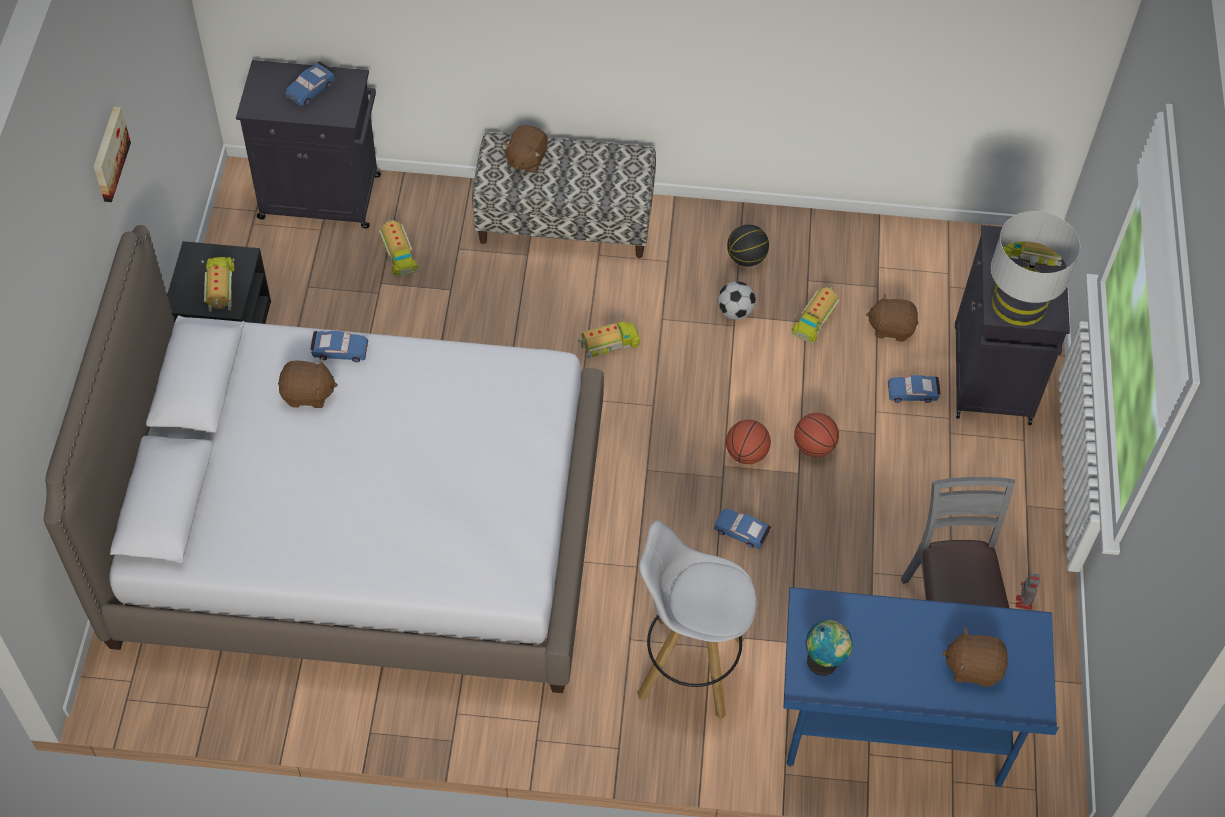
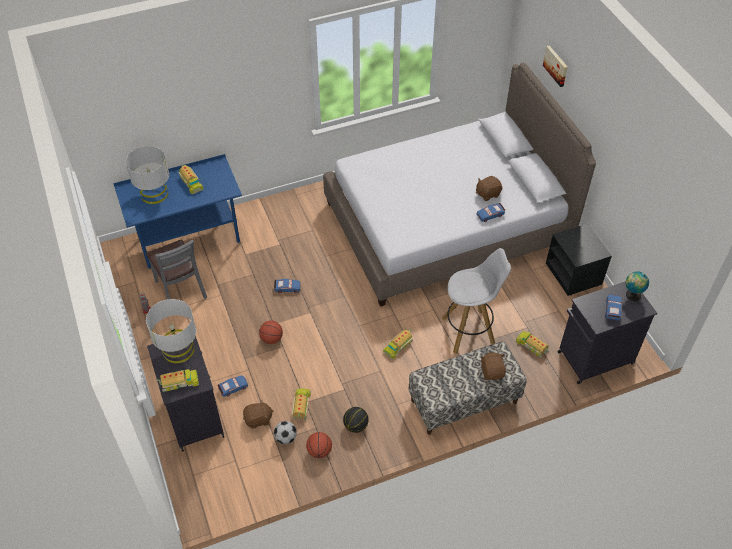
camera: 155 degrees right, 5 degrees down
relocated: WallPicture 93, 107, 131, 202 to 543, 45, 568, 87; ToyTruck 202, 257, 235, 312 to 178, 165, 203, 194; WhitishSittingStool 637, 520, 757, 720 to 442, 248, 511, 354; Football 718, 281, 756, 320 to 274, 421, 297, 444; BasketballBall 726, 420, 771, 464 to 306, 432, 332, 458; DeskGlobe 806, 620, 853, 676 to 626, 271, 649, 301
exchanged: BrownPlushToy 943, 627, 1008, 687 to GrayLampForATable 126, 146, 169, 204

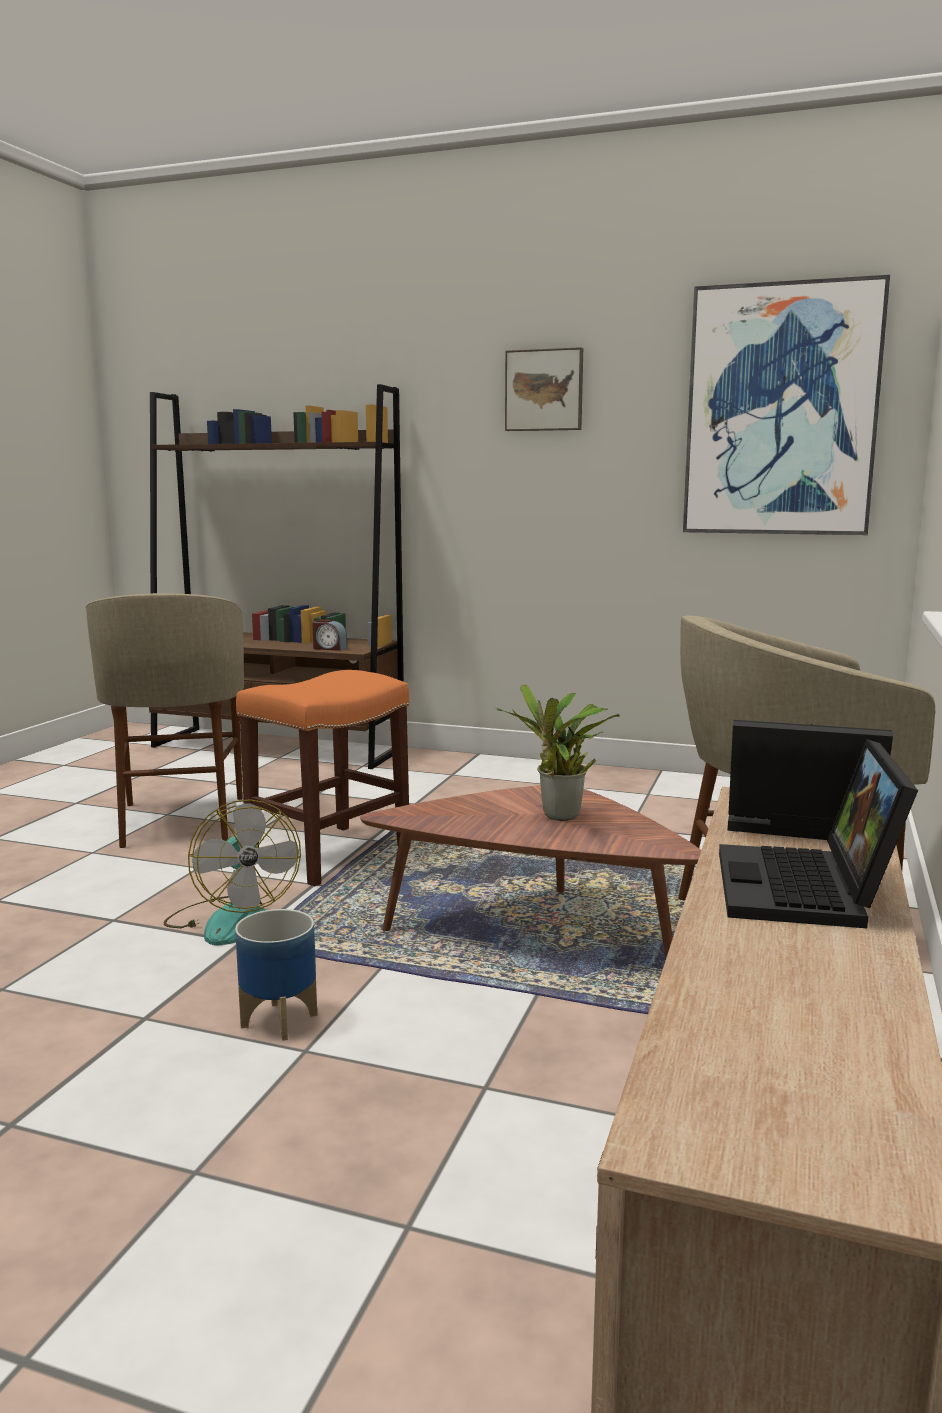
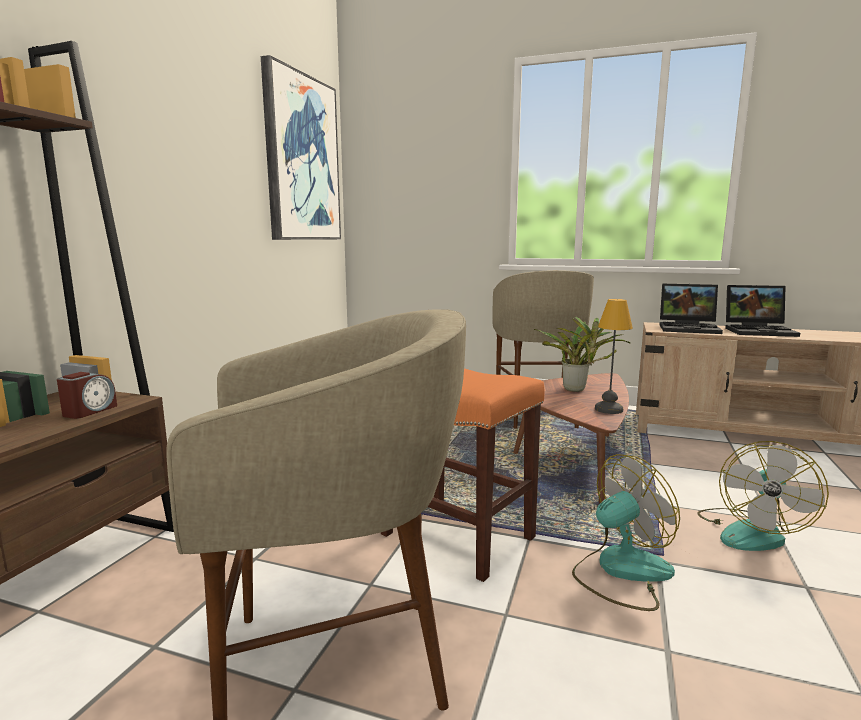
camera: 90 degrees left, 0 degrees up
missing: WallPicture 505, 347, 583, 431
appeared: LampForATable 595, 299, 633, 414
exchanged: Planter 235, 909, 317, 1041 to CoolingFan 697, 441, 829, 551
spun: Laptop 728, 720, 893, 840 = 659, 284, 723, 334 90 degrees counterclockwise

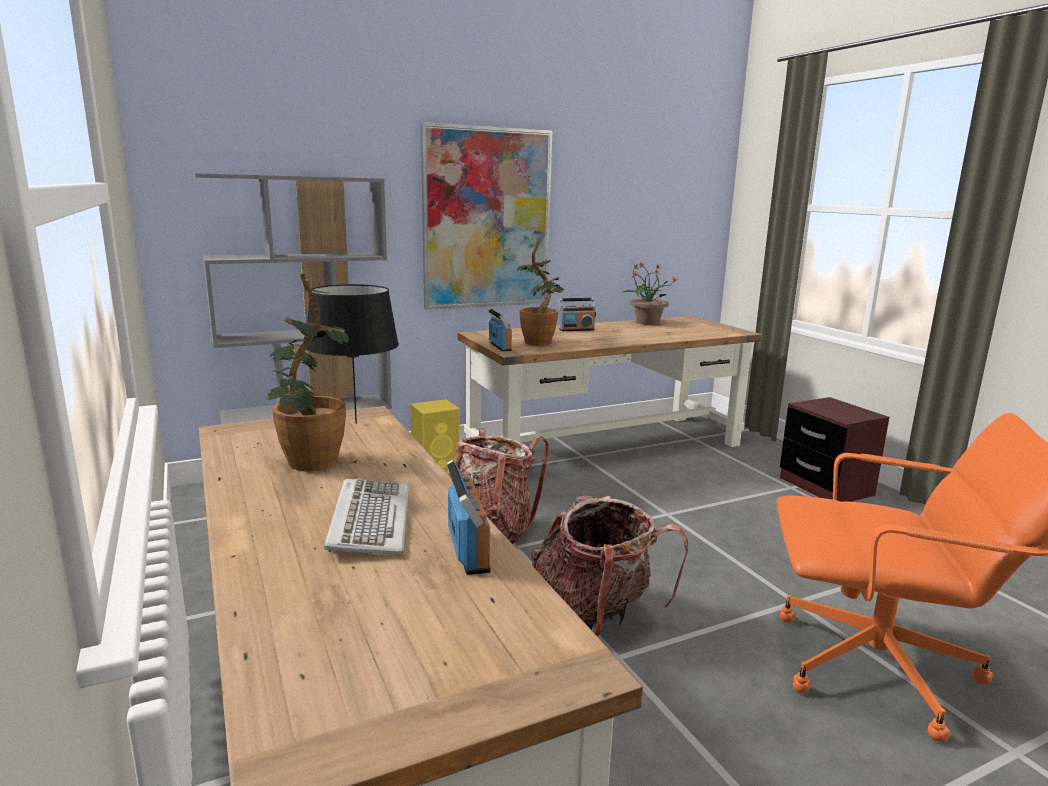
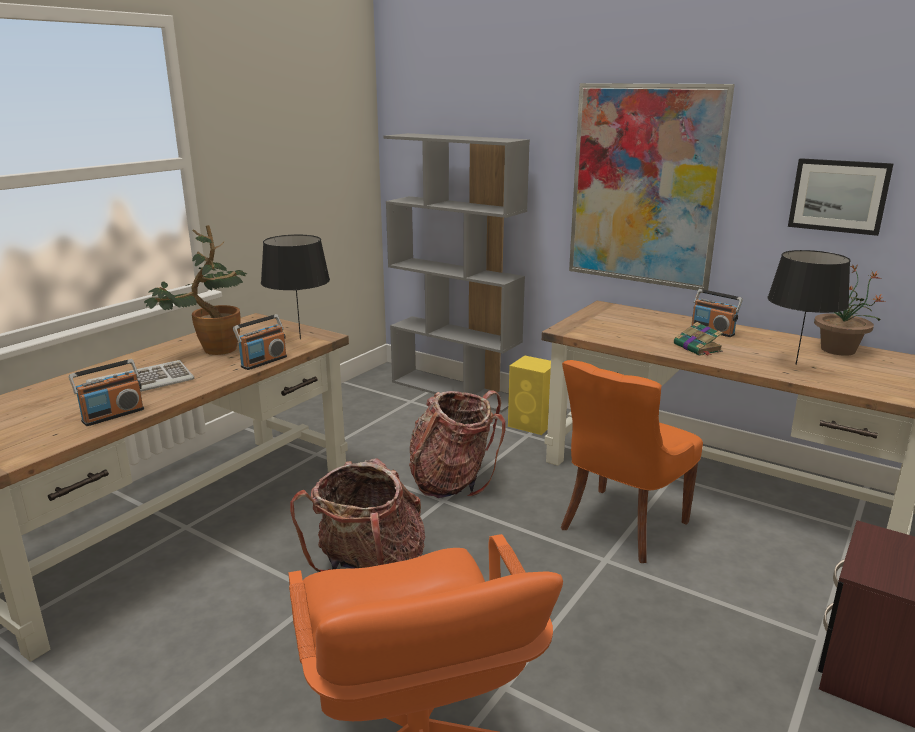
camera: 60 degrees right, 5 degrees up
missing: Houseplant 517, 237, 564, 346
appeared: OrangePlainChair 561, 360, 703, 563; BoundBook 674, 322, 723, 356; BlackColouredLampForATable 767, 250, 850, 365; WallPicture 788, 158, 894, 236
relocated: RadioReceiver 488, 309, 512, 351 to 233, 314, 287, 370

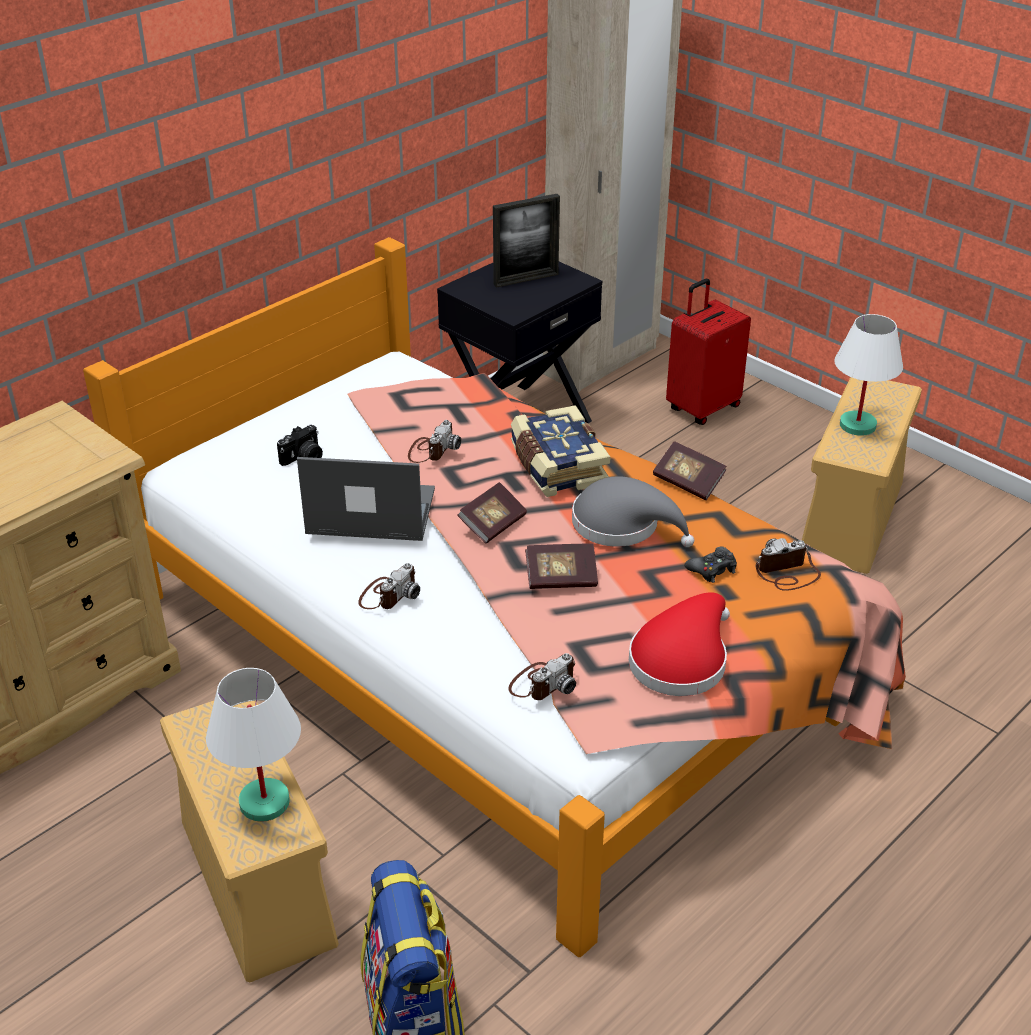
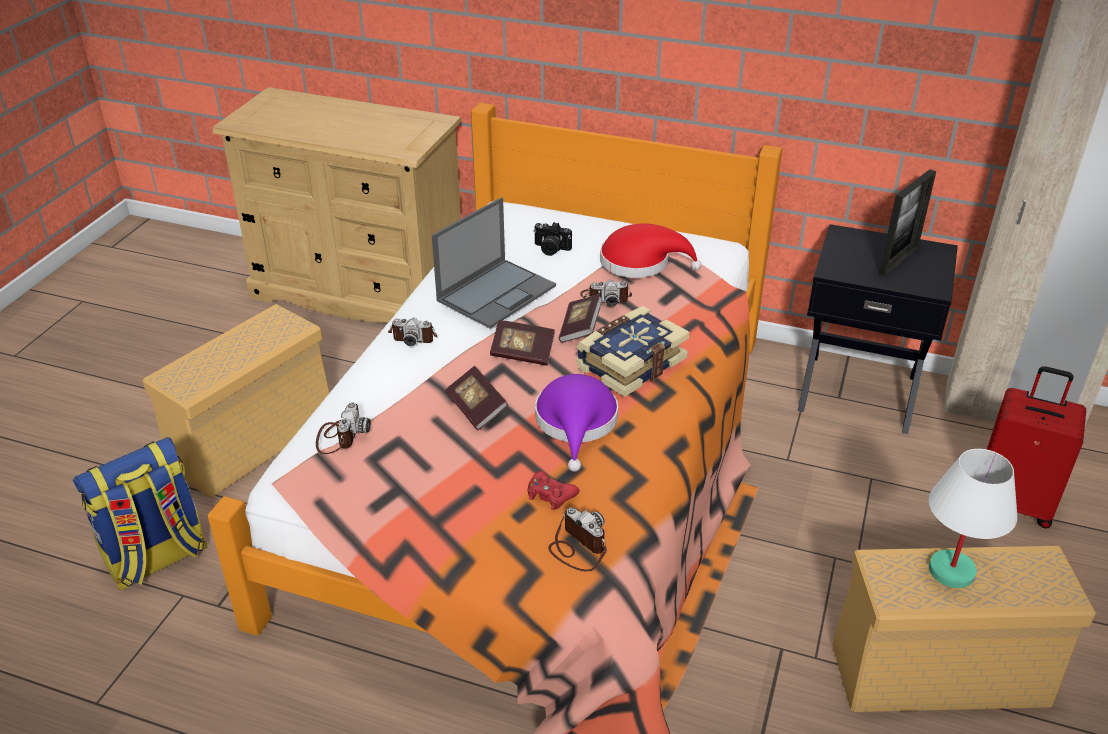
camera: 65 degrees right, 0 degrees up
missing: WhitishLampForATable 206, 668, 301, 822
relocated: RedWearableHat 629, 592, 730, 696 to 600, 223, 701, 278; BoundBook 653, 441, 727, 500 to 559, 294, 603, 343
colour: GrayWearableHat 572, 476, 694, 547 to PurpleColouredWearableHat 535, 374, 618, 472; BlackColouredJoypad 685, 546, 737, 583 to RedJoypad 528, 471, 579, 510
spun: Laptop 297, 457, 435, 541 = 432, 197, 556, 328 60 degrees clockwise; PhotoFrame 493, 194, 560, 288 = 879, 169, 936, 276 90 degrees counterclockwise; PhotoCamera 508, 653, 576, 700 = 316, 402, 371, 454 105 degrees counterclockwise

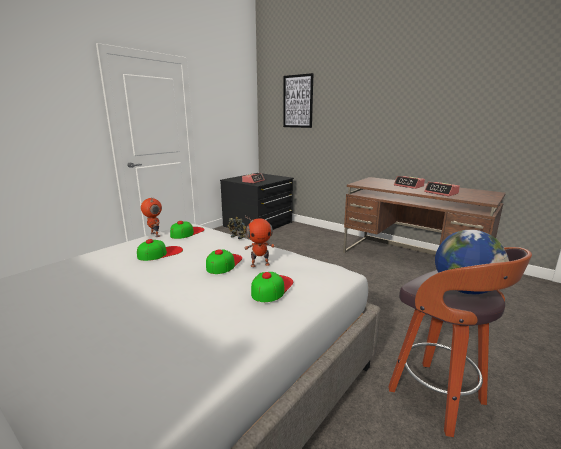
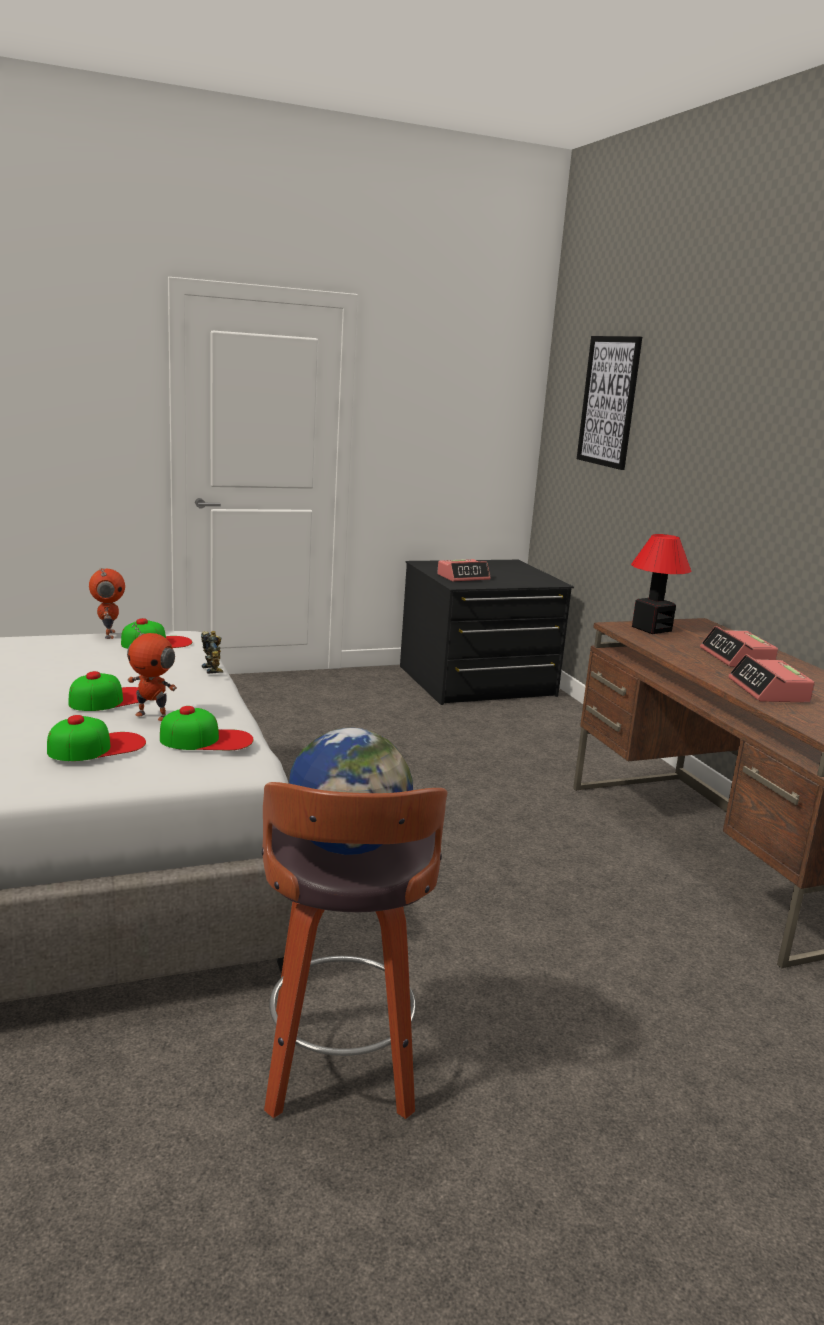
camera: 30 degrees right, 0 degrees up
appeared: LampForATable 631, 534, 691, 634
relocated: Cap 137, 239, 183, 261 to 160, 706, 254, 750

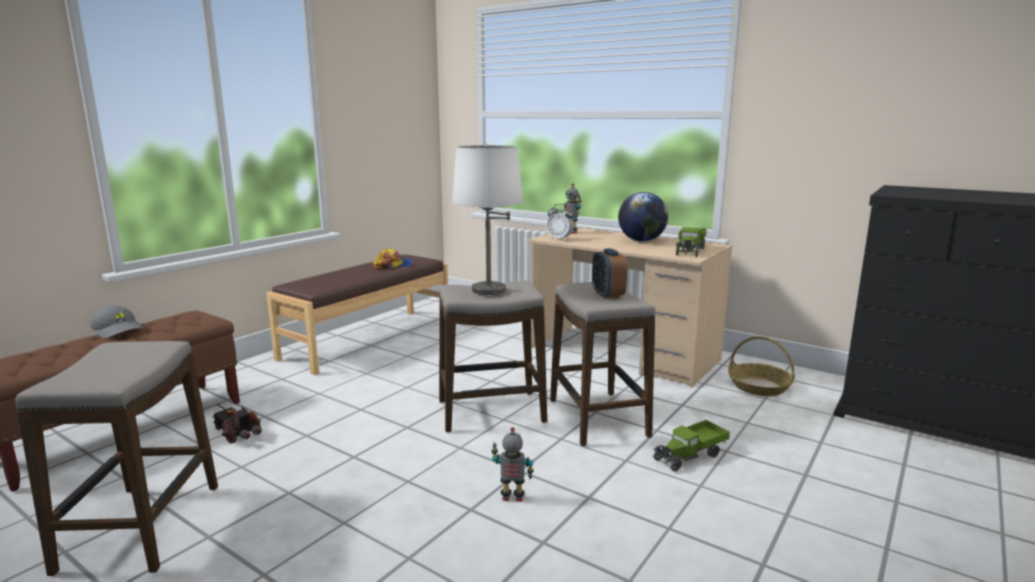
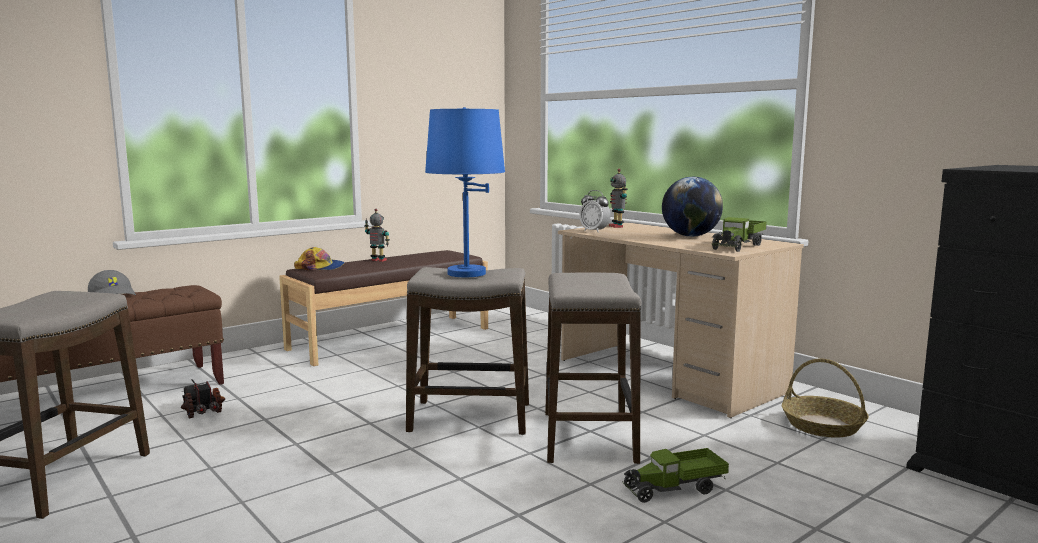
camera: 15 degrees right, 5 degrees down
missing: AlarmClock 592, 248, 627, 299
relocated: Cap 373, 248, 413, 269 to 294, 247, 344, 270; ToyRobot 491, 427, 534, 502 to 364, 209, 390, 262
colour: WhitishLampForATable 452, 145, 523, 295 to BlueColouredLampForATable 425, 107, 505, 277

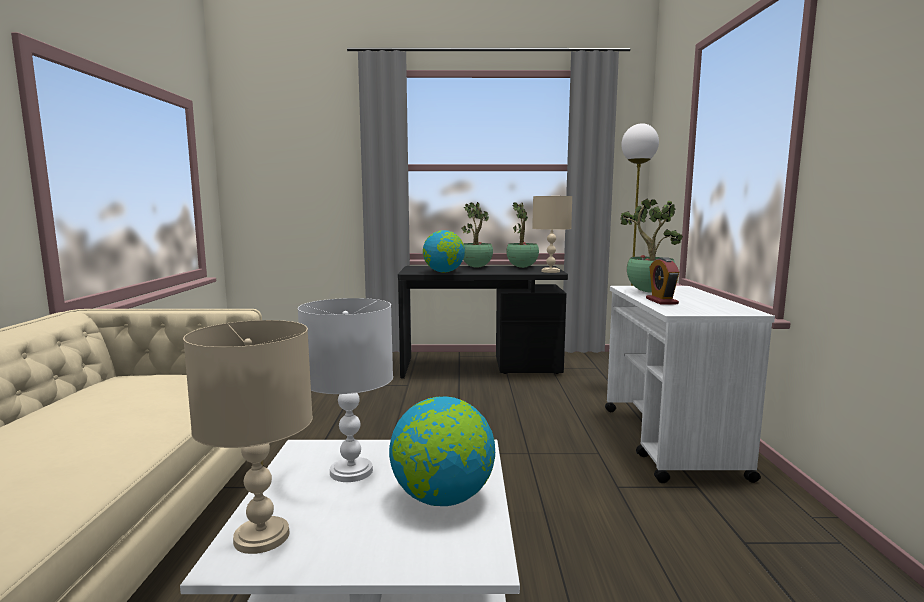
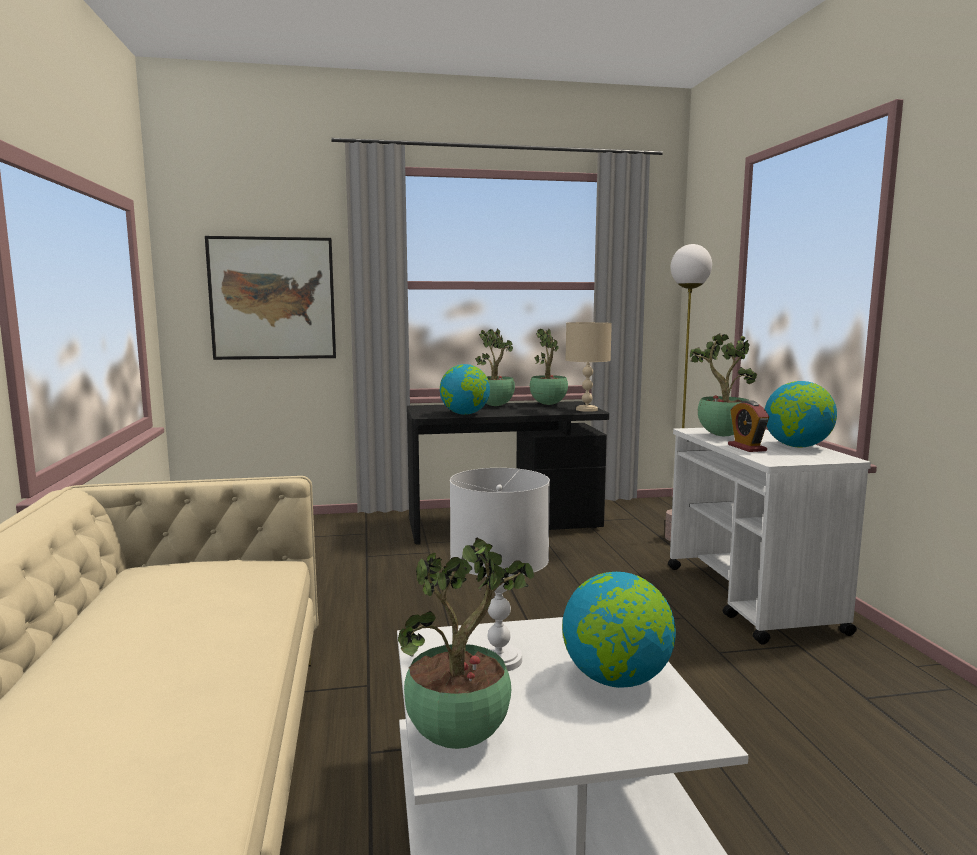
camera: 10 degrees left, 0 degrees up
appeared: WallPicture 205, 236, 336, 360; DeskGlobe 765, 381, 837, 448
exchanged: SandColouredLampForATable 183, 320, 313, 554 to Houseplant 398, 537, 534, 749

